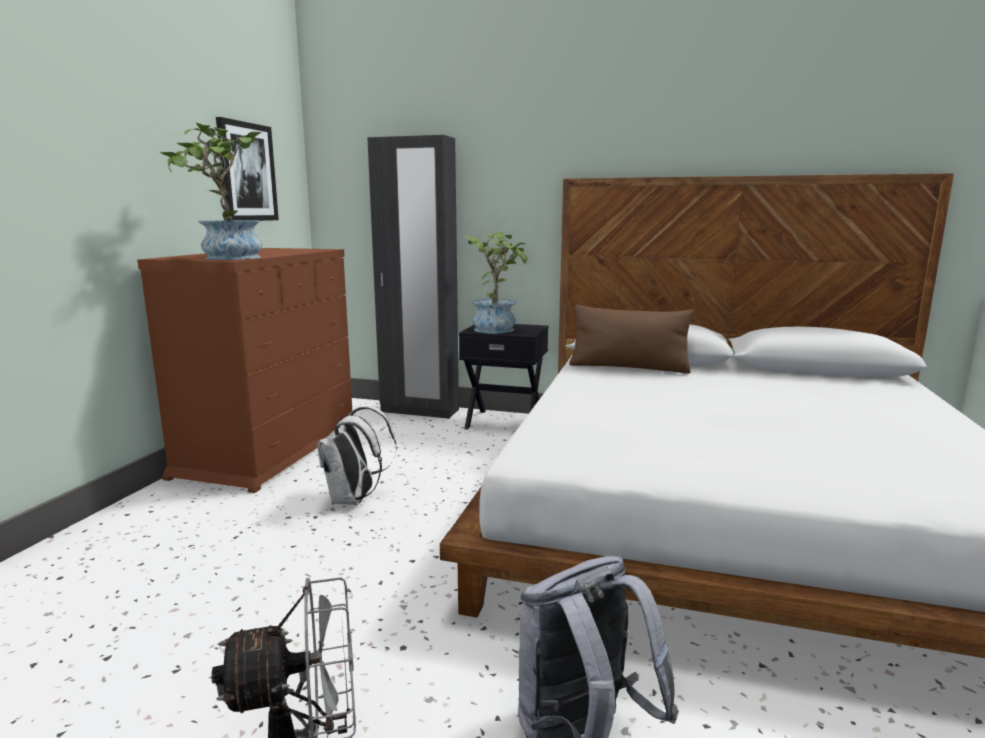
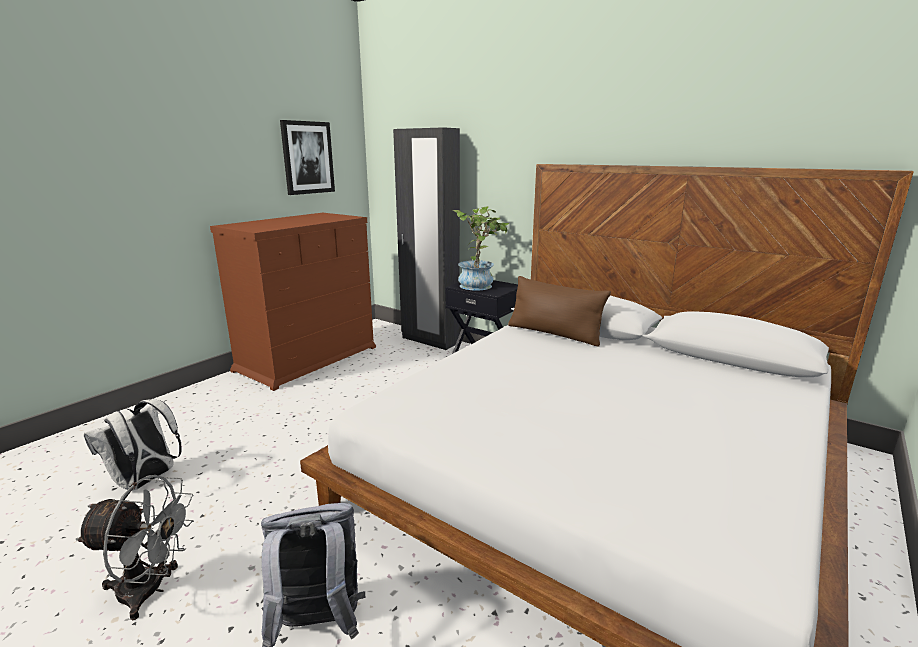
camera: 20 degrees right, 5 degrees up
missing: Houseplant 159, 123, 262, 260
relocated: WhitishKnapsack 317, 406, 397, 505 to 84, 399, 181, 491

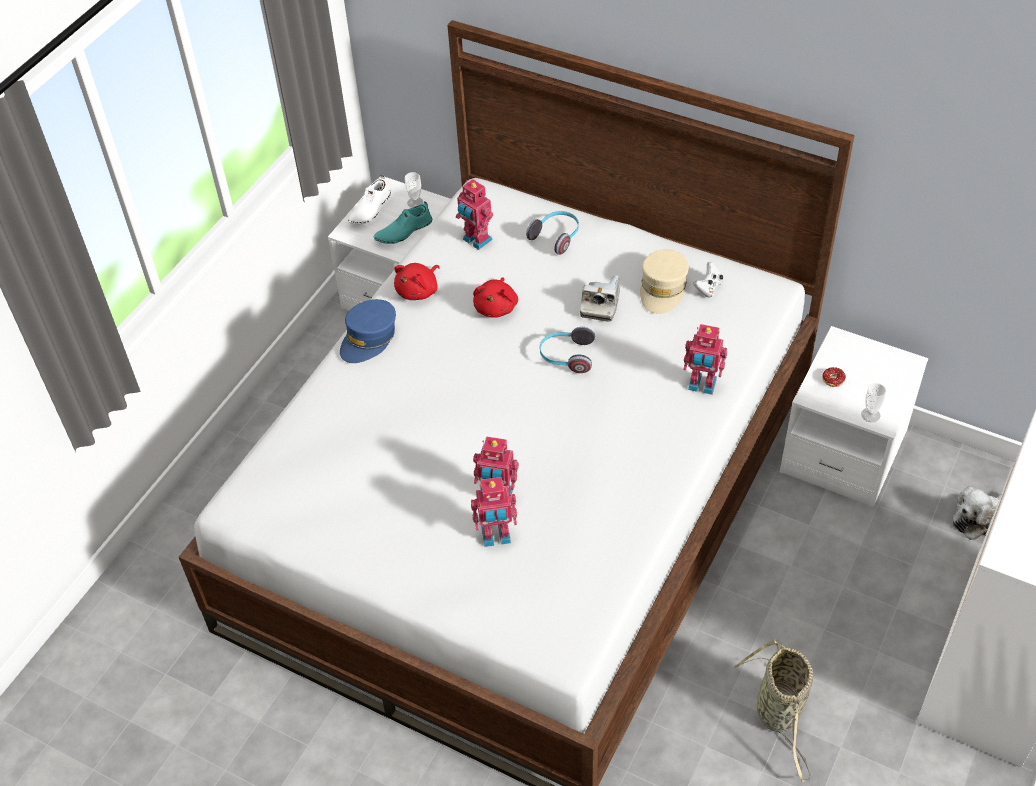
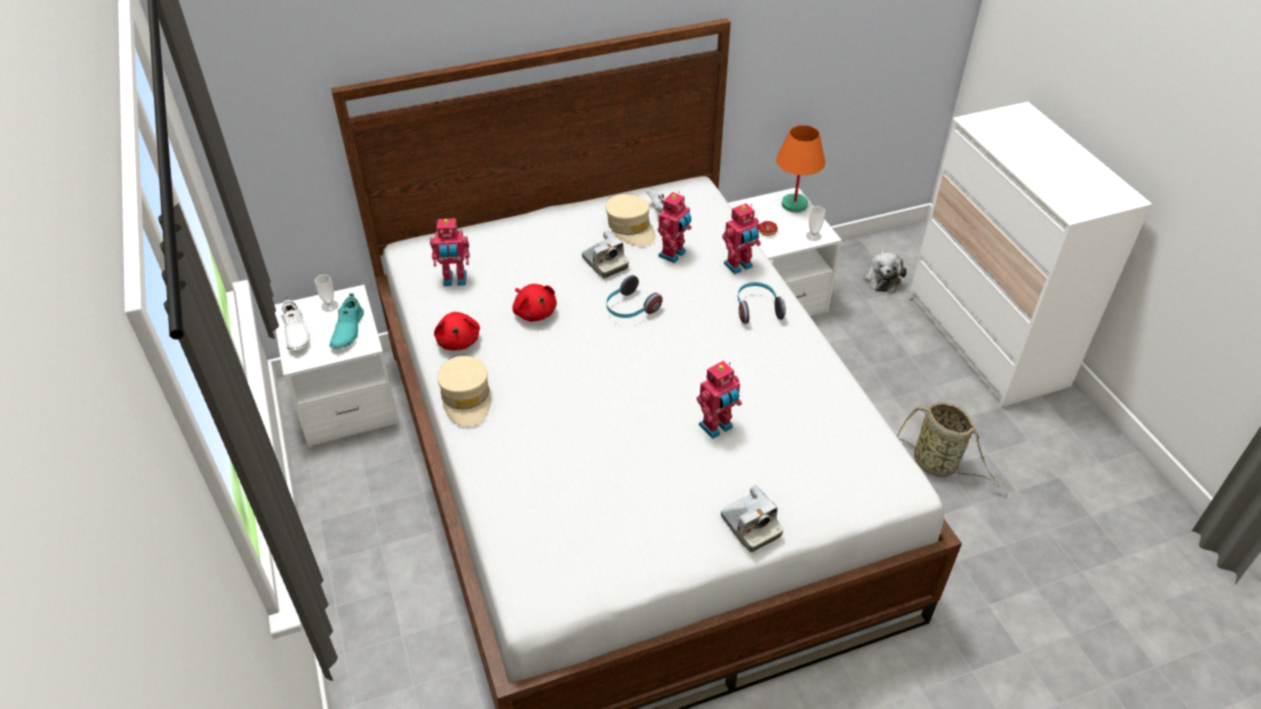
camera: 50 degrees left, 5 degrees down
appeared: PhotoCamera 721, 485, 783, 552; OrangeLampForATable 776, 125, 825, 213
relocated: ToyRobot 471, 477, 517, 547 to 658, 191, 691, 263; Headphones 526, 211, 579, 255 to 738, 282, 786, 324
colour: BlueColouredCap 340, 299, 396, 363 to SandColouredCap 437, 356, 491, 427

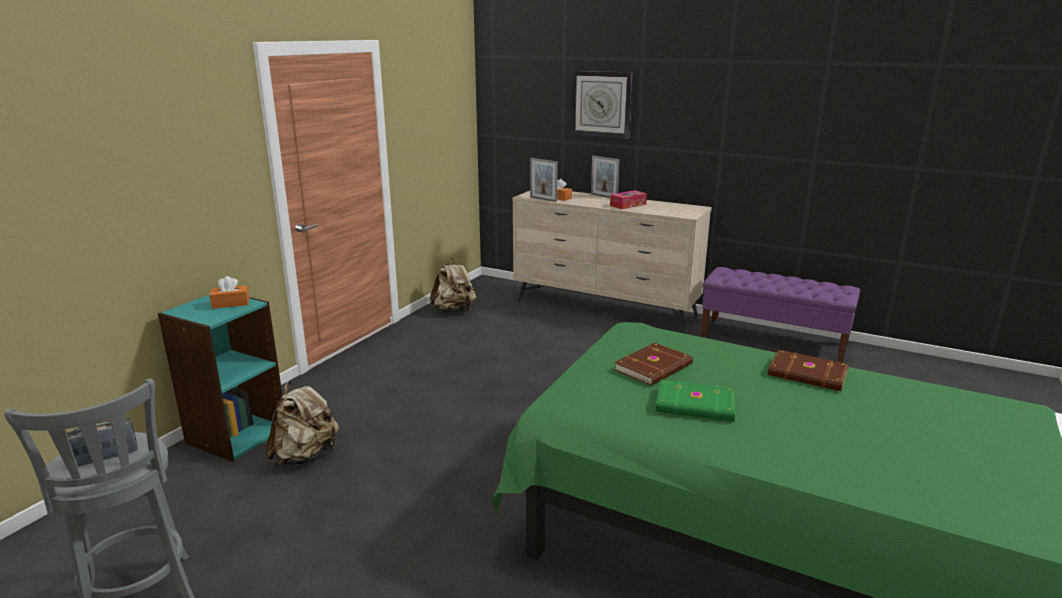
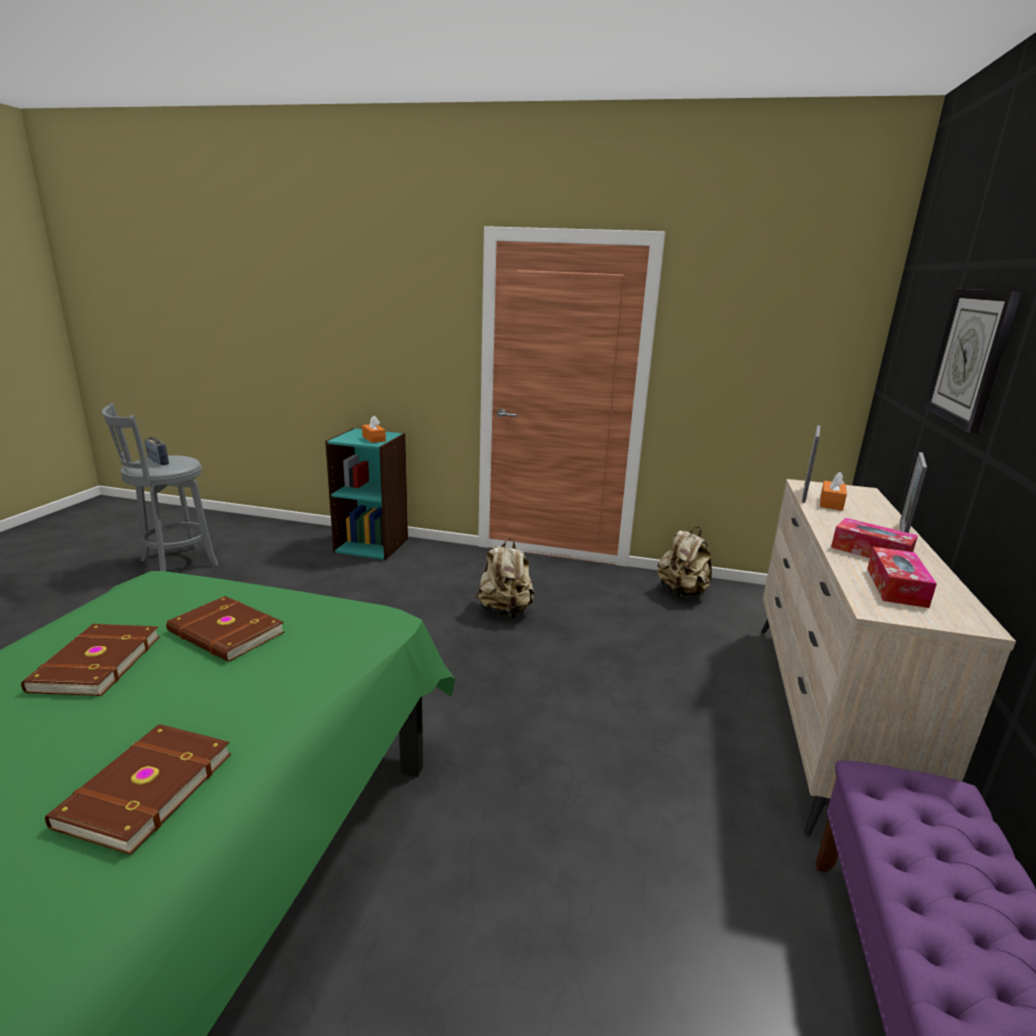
camera: 75 degrees right, 0 degrees up
appeared: TissueHolder 867, 547, 937, 608
relocated: SandColouredKnapsack 265, 381, 339, 465 to 475, 538, 535, 618
colour: GreenColouredBoundBook 656, 380, 735, 422 to BrownBoundBook 21, 624, 160, 696

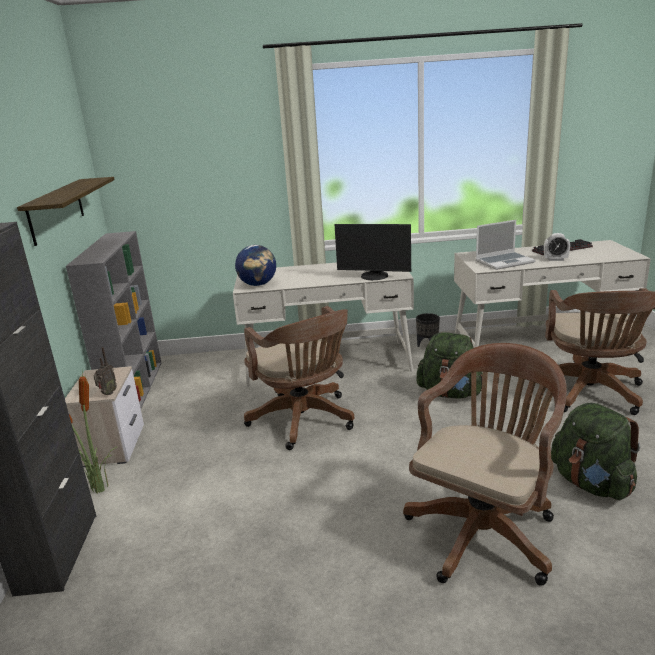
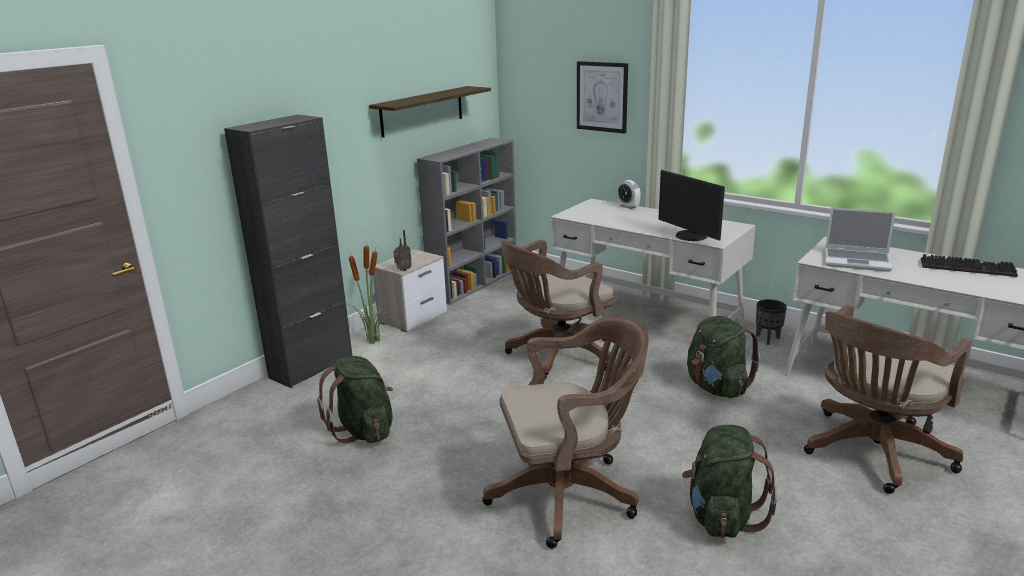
camera: 40 degrees right, 0 degrees up
missing: DeskGlobe 235, 245, 276, 286
appeared: GreenColouredKnapsack 317, 356, 393, 444; WallPicture 577, 61, 628, 134
relocated: AlarmClock 544, 233, 570, 261 to 617, 180, 641, 209
spun: BrownComputerChair 244, 306, 354, 450 = 501, 239, 615, 379 45 degrees clockwise

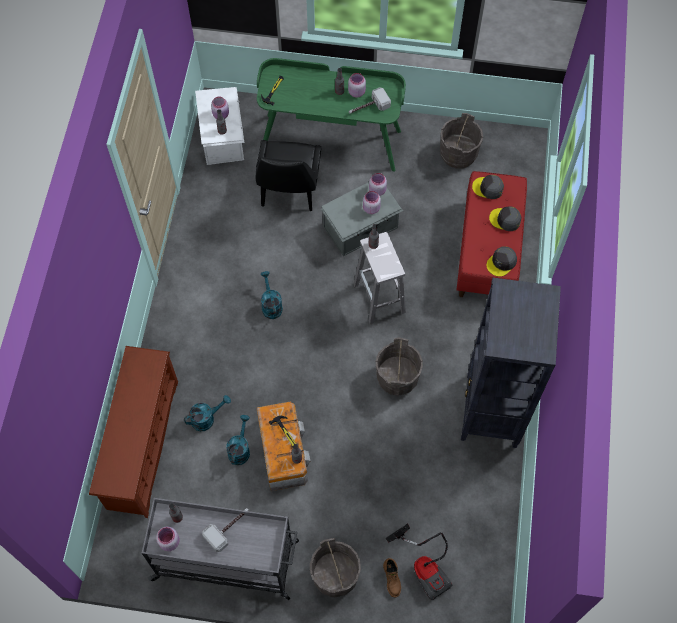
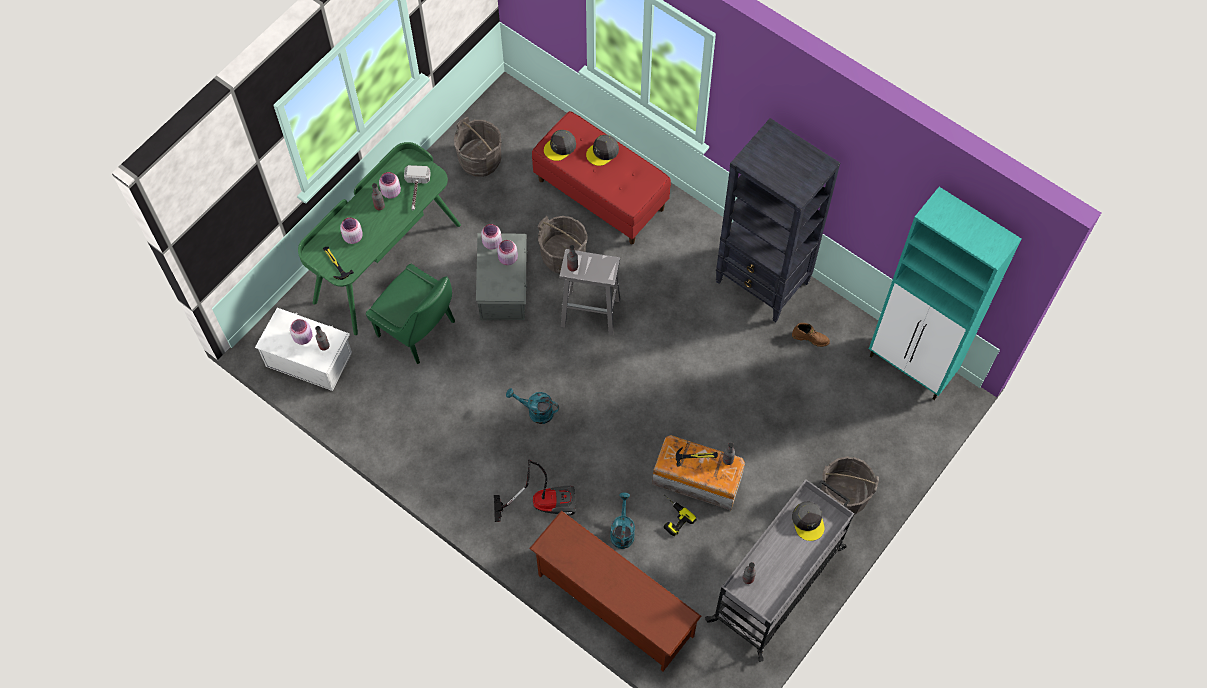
camera: 60 degrees left, 0 degrees up
missing: Hammer 202, 508, 249, 552
appeared: TurquoiseColouredCupboard 869, 187, 1022, 400
relocated: PinkJar 156, 526, 180, 551 to 340, 217, 363, 244; GrayPail 376, 337, 423, 396 to 538, 216, 587, 273; BrownBoot 383, 558, 401, 597 to 792, 323, 830, 347; Vacuum 385, 524, 452, 600 to 494, 459, 576, 522; GrayCap 486, 246, 517, 277 to 792, 502, 825, 541
exchanged: TurquoiseColouredWateringCan 226, 415, 250, 465 to Drill 664, 495, 697, 536
colour: BlackColouredPlainChair 256, 140, 322, 211 to GreenColouredPlainChair 366, 264, 455, 364

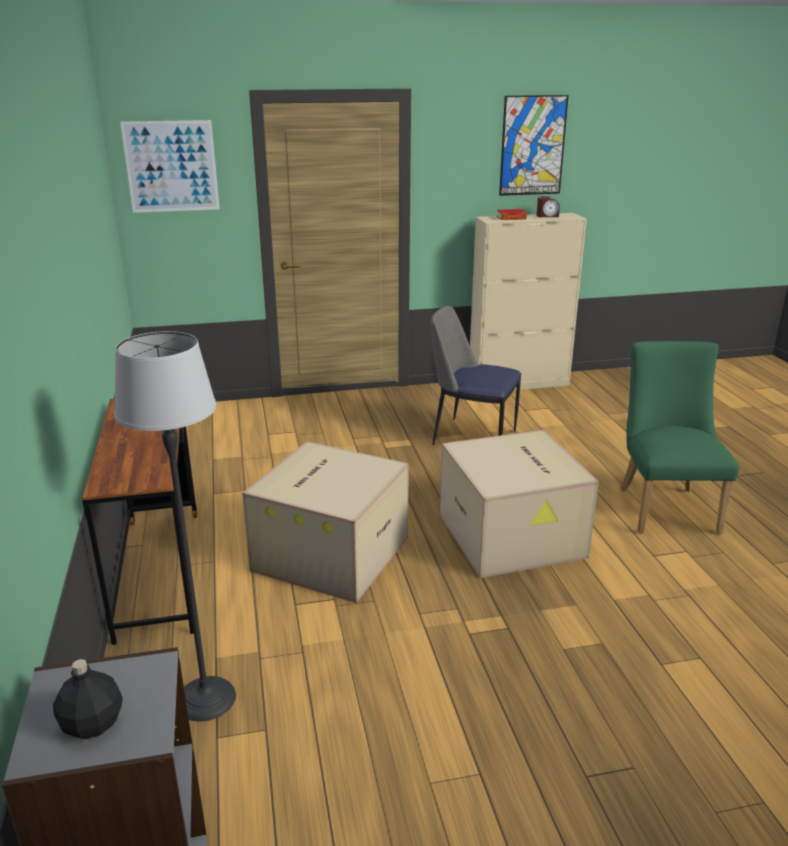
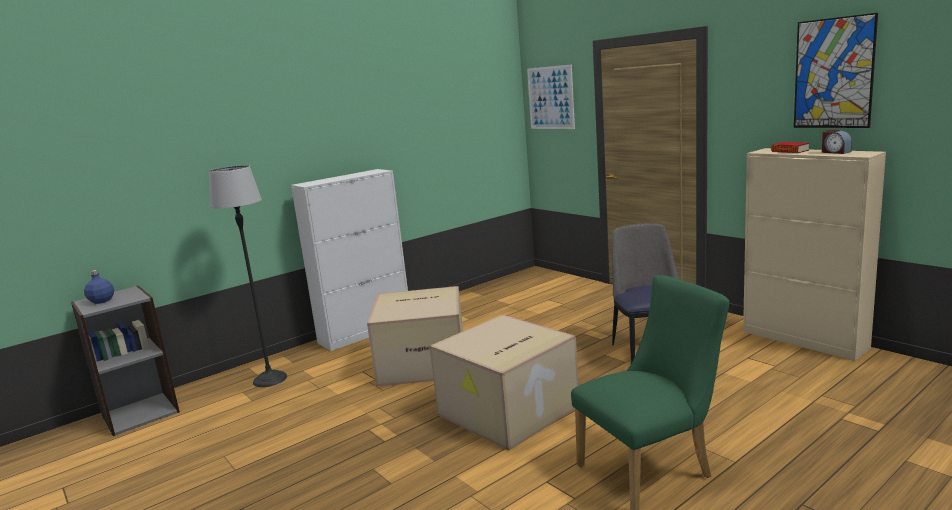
camera: 65 degrees right, 10 degrees down
exchanged: BrownDeskTable 82, 398, 197, 645 to WhitishCupboard 291, 169, 408, 351
colour: BlackColouredDrinkBottle 53, 659, 123, 739 to BlueColouredDrinkBottle 84, 270, 114, 304

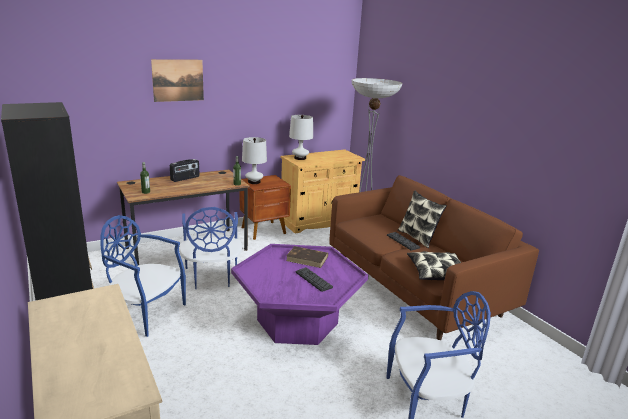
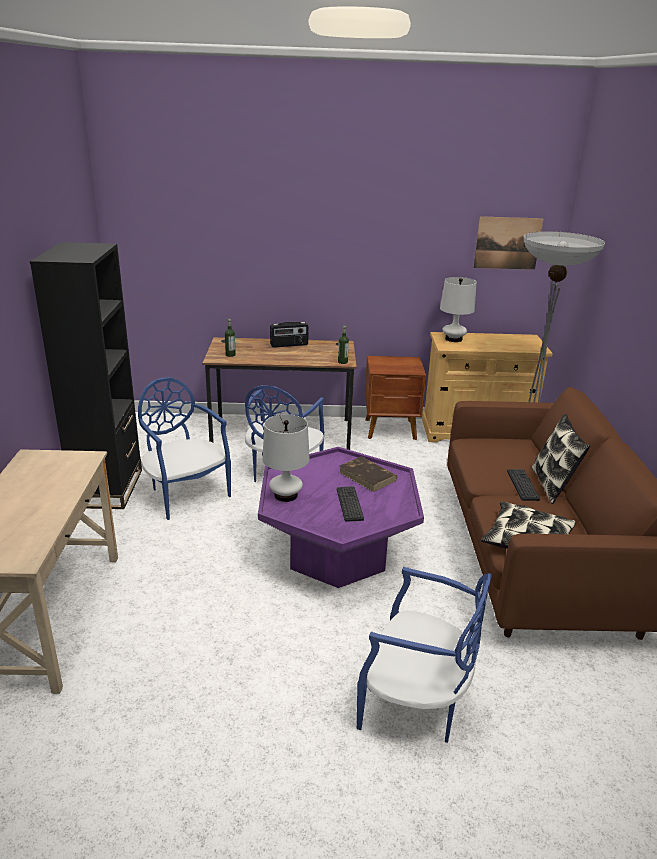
camera: 30 degrees right, 5 degrees up
relocated: WallPicture 151, 59, 204, 102 to 473, 216, 543, 270; WhitishLampForATable 242, 137, 267, 184 to 262, 414, 310, 502

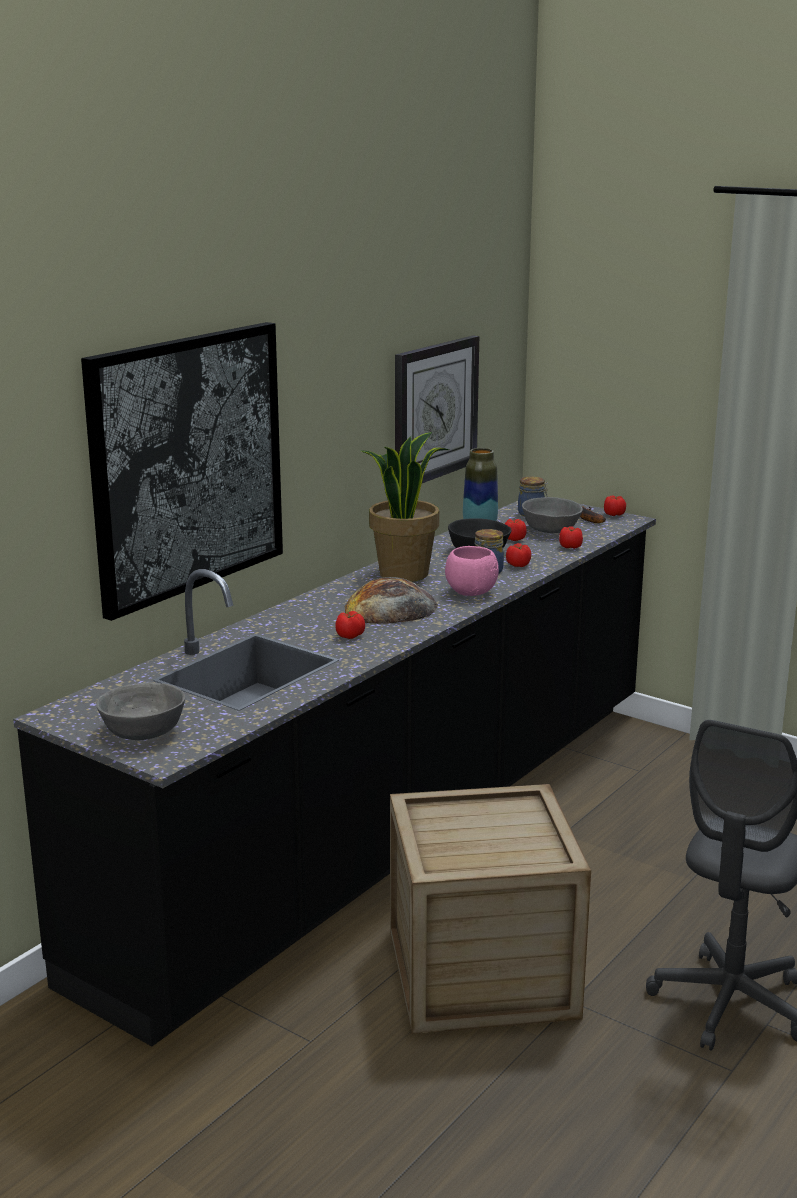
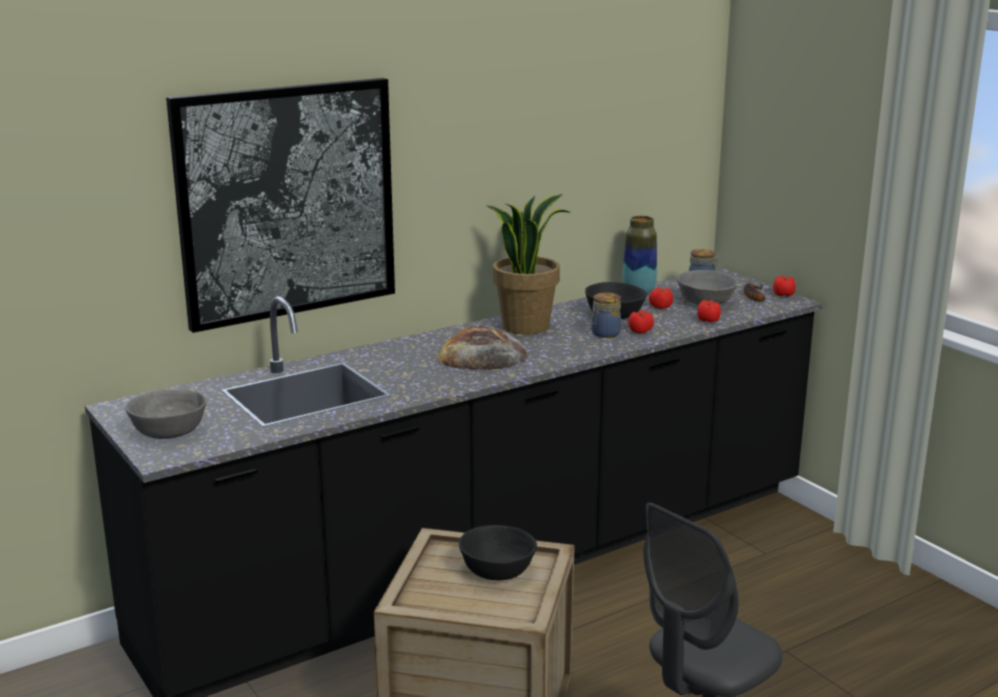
camera: 20 degrees right, 0 degrees up
missing: WholeTomato 335, 611, 365, 639; HangingClock 395, 336, 479, 483; PinkDeepDish 445, 546, 499, 596
appeared: BlackColouredDeepDish 459, 525, 537, 580

